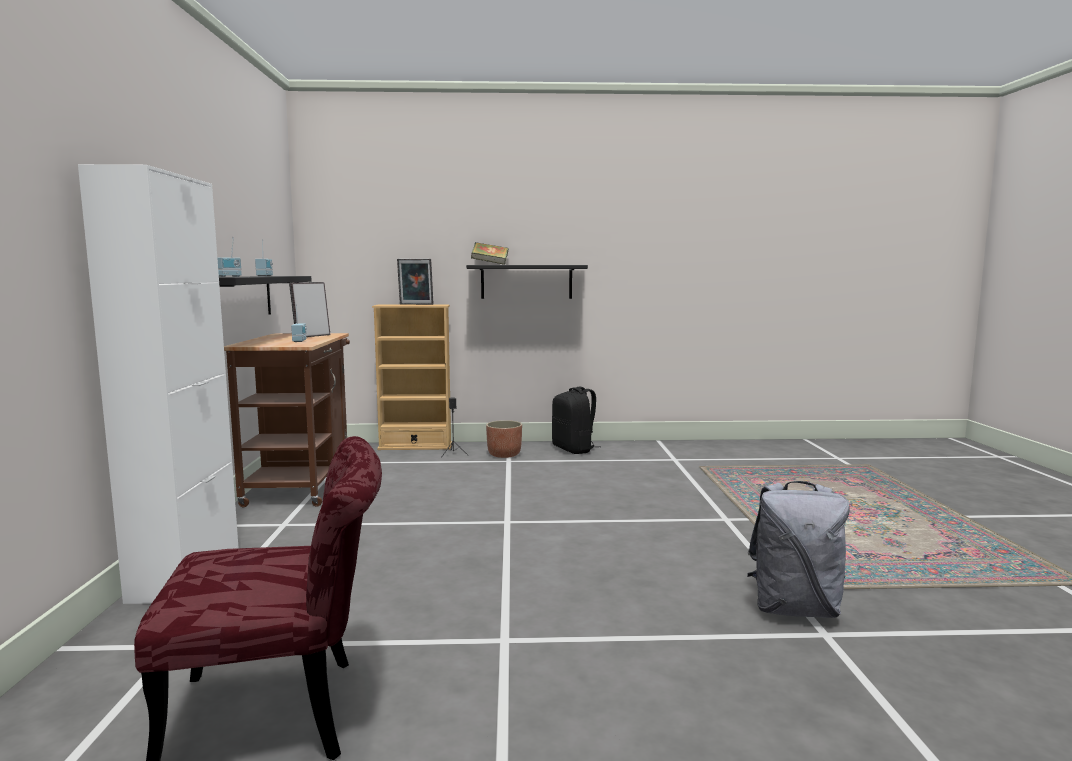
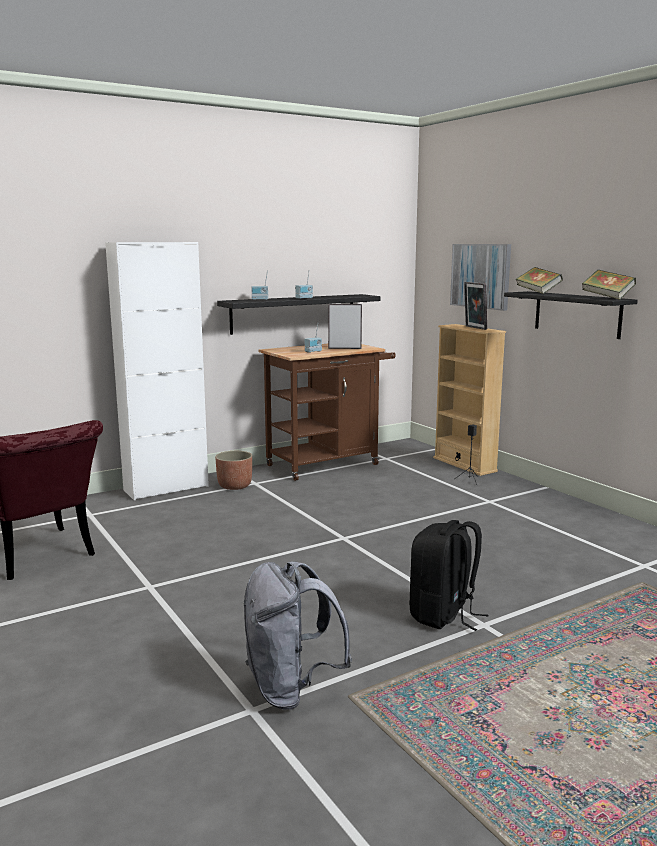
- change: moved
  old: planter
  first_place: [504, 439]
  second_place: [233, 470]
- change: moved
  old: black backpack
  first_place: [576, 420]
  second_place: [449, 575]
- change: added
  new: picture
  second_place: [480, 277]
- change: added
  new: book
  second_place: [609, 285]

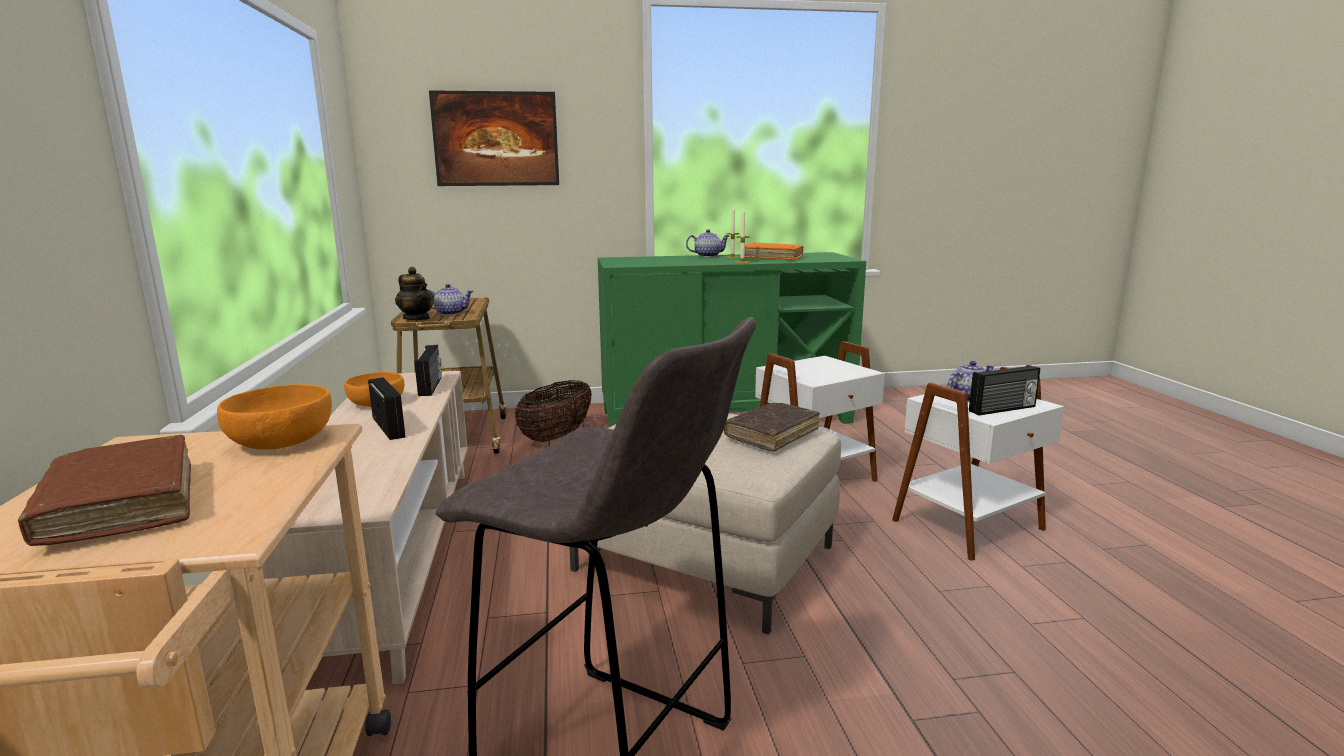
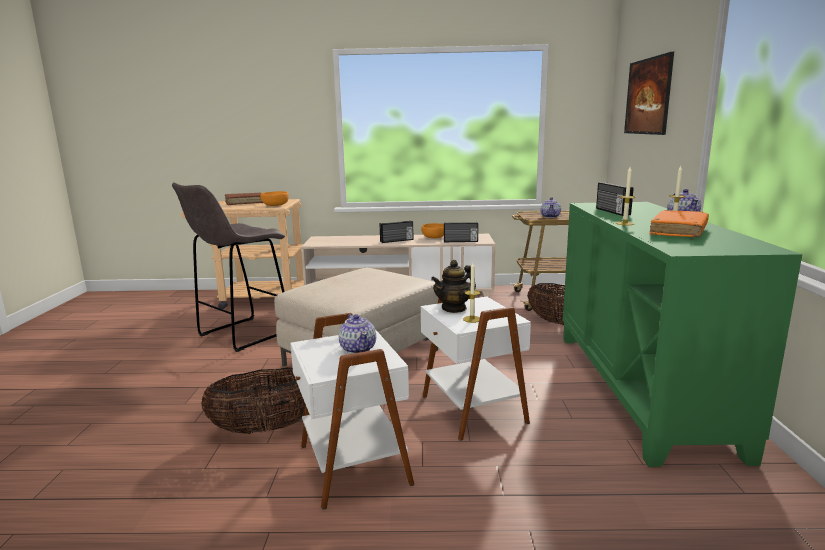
- change: moved
  old: teapot
  first_place: [414, 293]
  second_place: [453, 286]
- change: removed
  old: brown book
  first_place: [772, 427]
- change: moved
  old: radio
  first_place: [1004, 390]
  second_place: [614, 199]
- change: added
  new: basket
  second_place: [253, 400]
- change: added
  new: candle
  second_place: [471, 293]

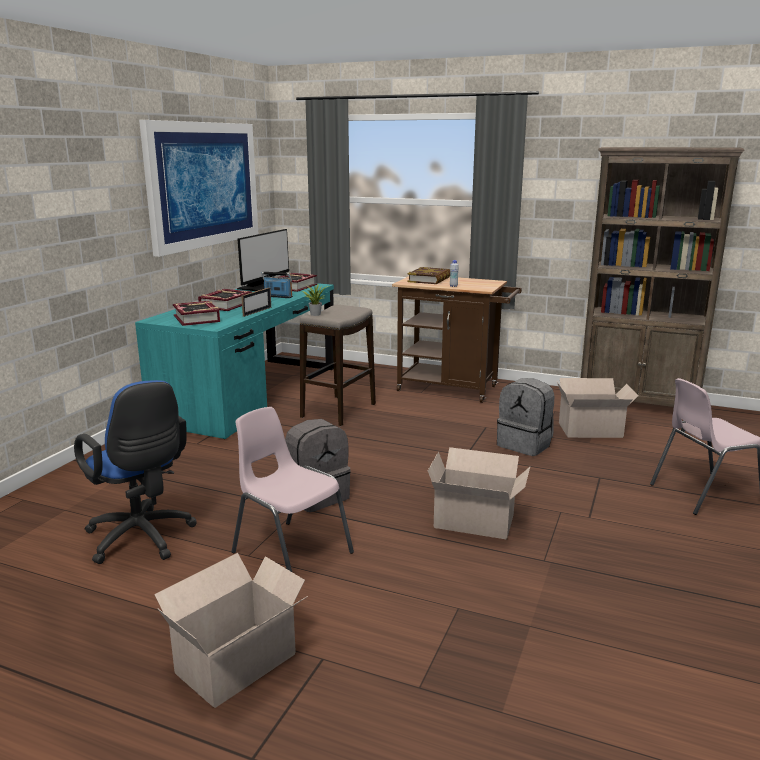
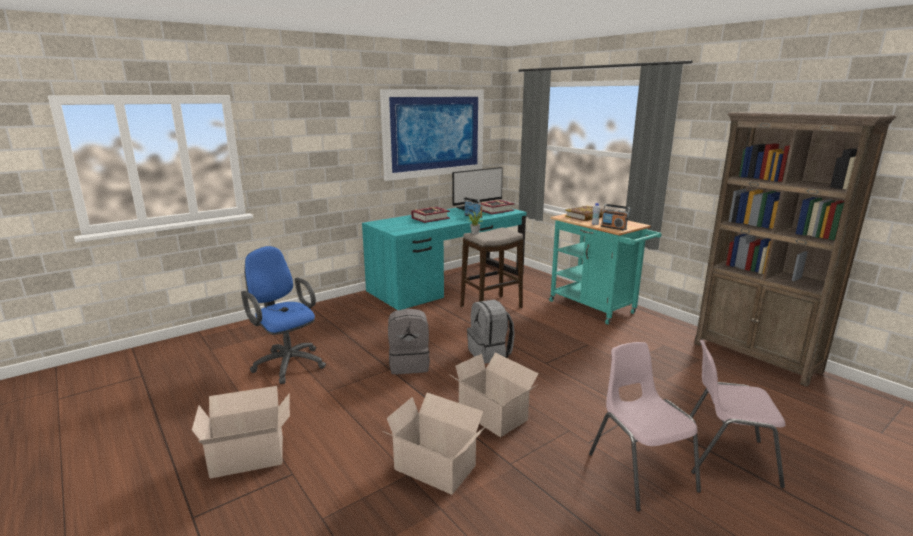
- change: turned
  old: blue office chair
  first_place: [135, 472]
  second_place: [283, 315]
  degrees: 150
- change: removed
  old: book
  first_place: [196, 313]
- change: moved
  old: pink chair
  first_place: [292, 489]
  second_place: [645, 426]
- change: removed
  old: picture frame
  first_place: [256, 302]
- change: recoloured
  old: brown cart
  new: turquoise cart
  first_place: [457, 339]
  second_place: [605, 269]
- change: moved
  old: grey backpack
  first_place: [525, 417]
  second_place: [491, 331]
- change: moved
  old: cardboard box
  first_place: [597, 408]
  second_place: [434, 444]
- change: added
  new: radio
  second_place: [616, 217]

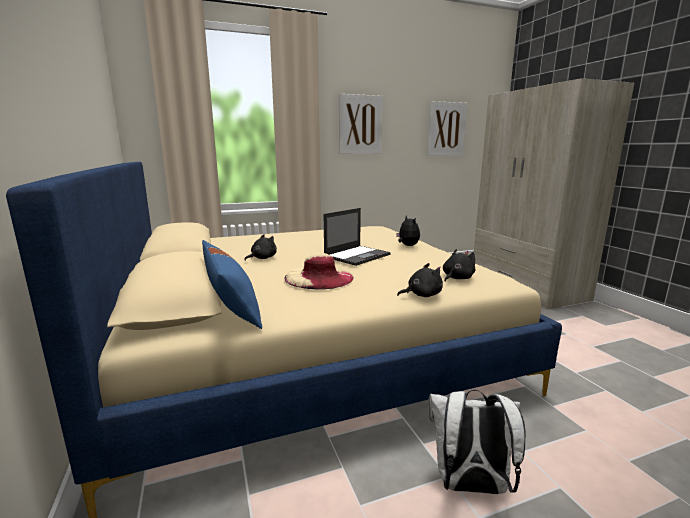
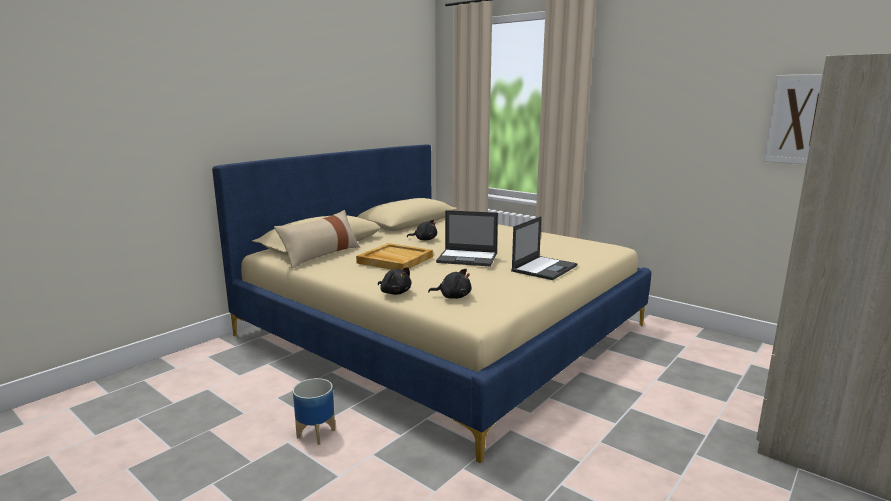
- change: recoloured
  old: blue pillow
  new: beige pillow
  first_place: [232, 284]
  second_place: [317, 239]
- change: replaced
  old: beige hat
  new: beige tray
  first_place: [319, 271]
  second_place: [394, 256]
- change: removed
  old: picture
  first_place: [361, 124]
- change: replaced
  old: plush toy
  new: laptop
  first_place: [408, 230]
  second_place: [544, 248]
- change: replaced
  old: white backpack
  new: planter
  first_place: [477, 442]
  second_place: [314, 411]

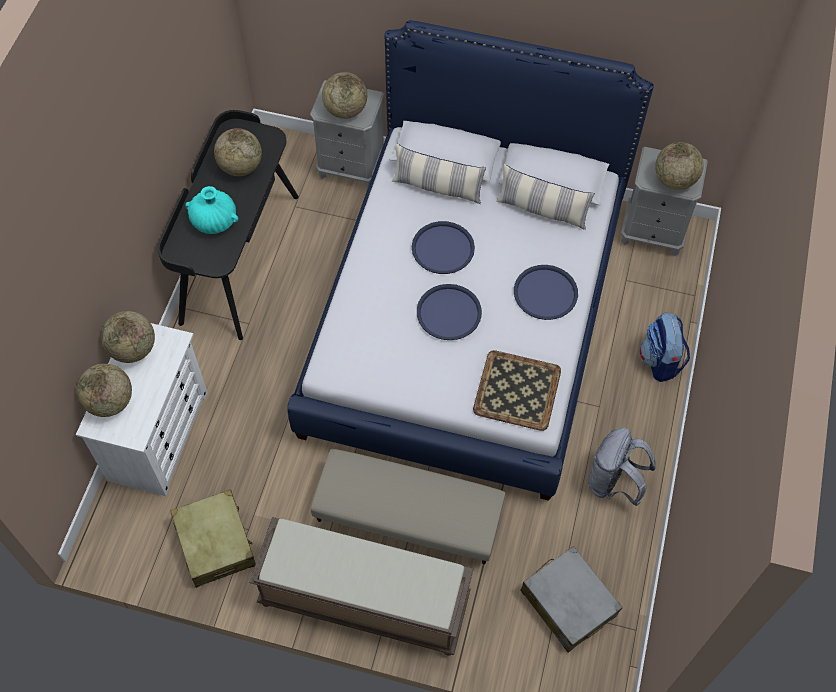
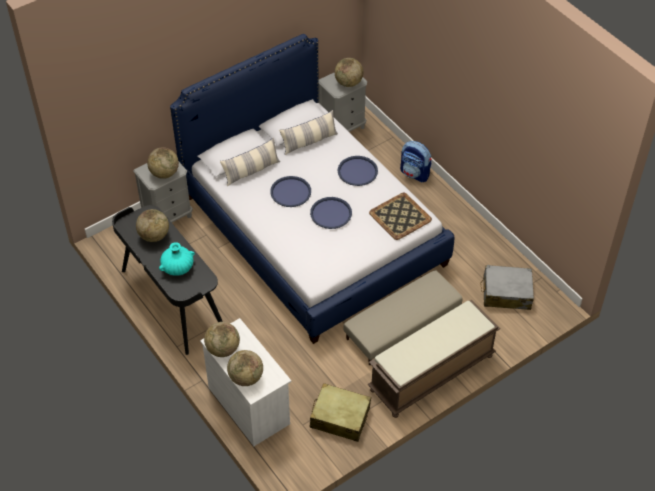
- change: removed
  old: grey backpack
  first_place: [622, 467]

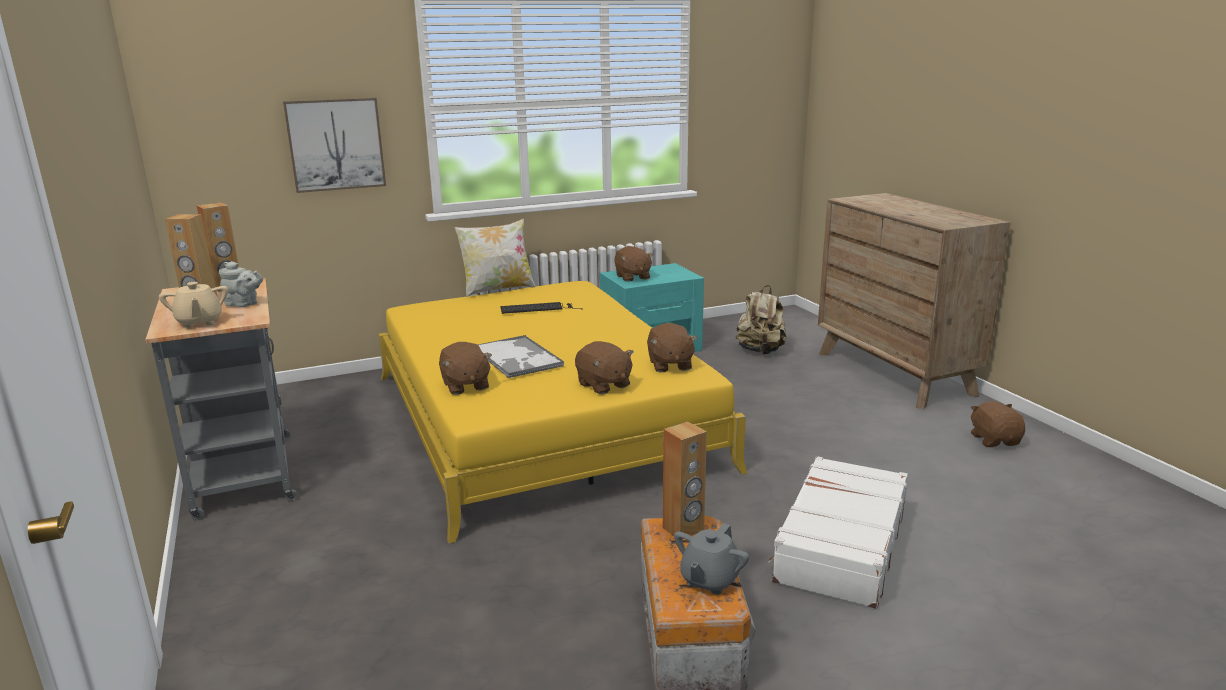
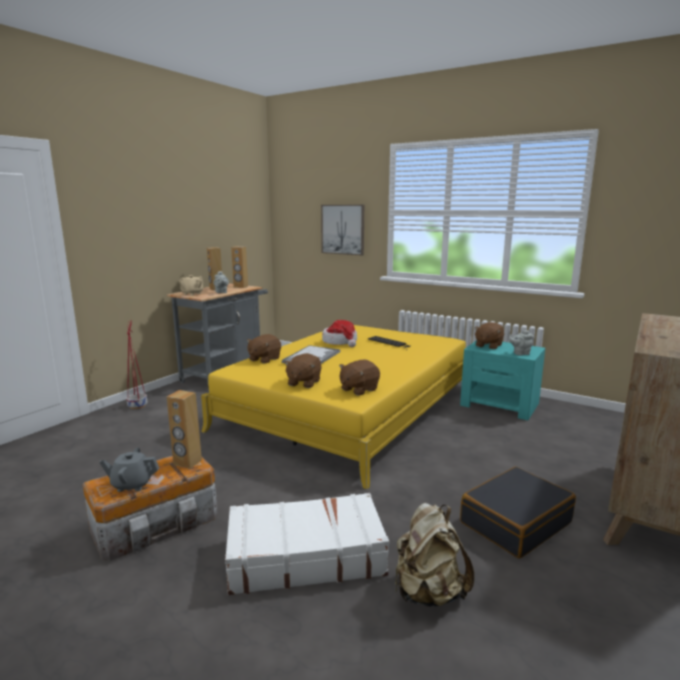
- change: removed
  old: pillow
  first_place: [495, 258]
- change: moved
  old: beige backpack
  first_place: [761, 319]
  second_place: [434, 555]
- change: removed
  old: brown plush toy
  first_place: [997, 424]
- change: added
  new: red planter
  second_place: [136, 364]
- change: added
  new: hat
  second_place: [339, 333]
- change: added
  new: black suitcase
  second_place: [518, 512]
- change: added
  new: grey teapot
  second_place: [521, 343]

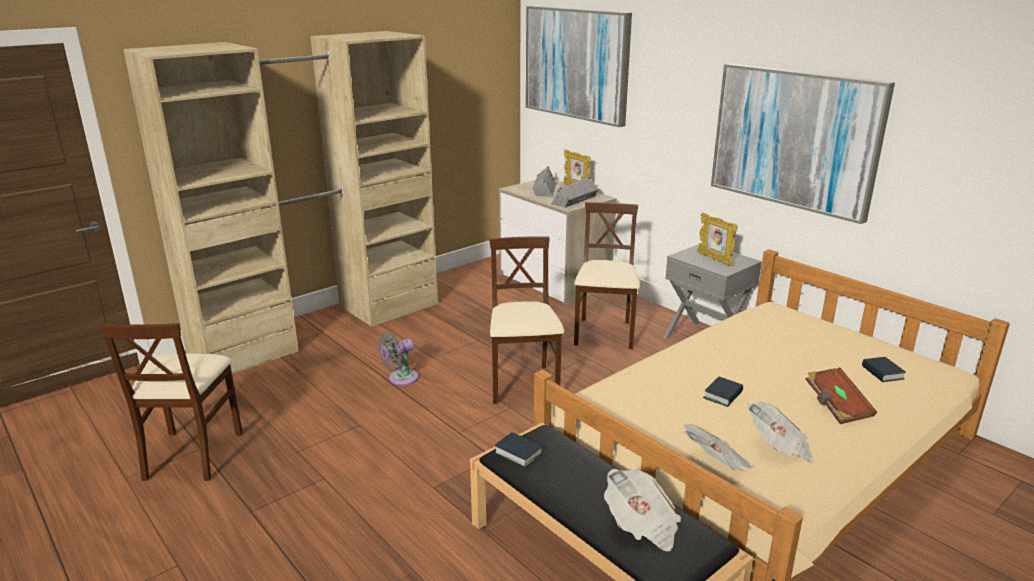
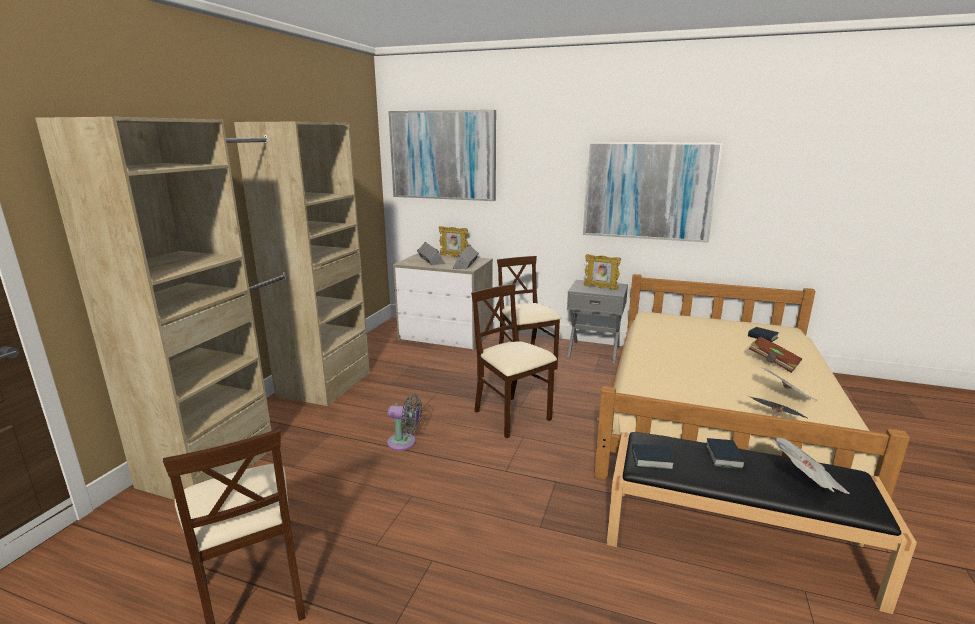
- change: turned
  old: grey fan
  first_place: [398, 359]
  second_place: [404, 422]
  degrees: -105
- change: moved
  old: book
  first_place: [723, 392]
  second_place: [725, 453]

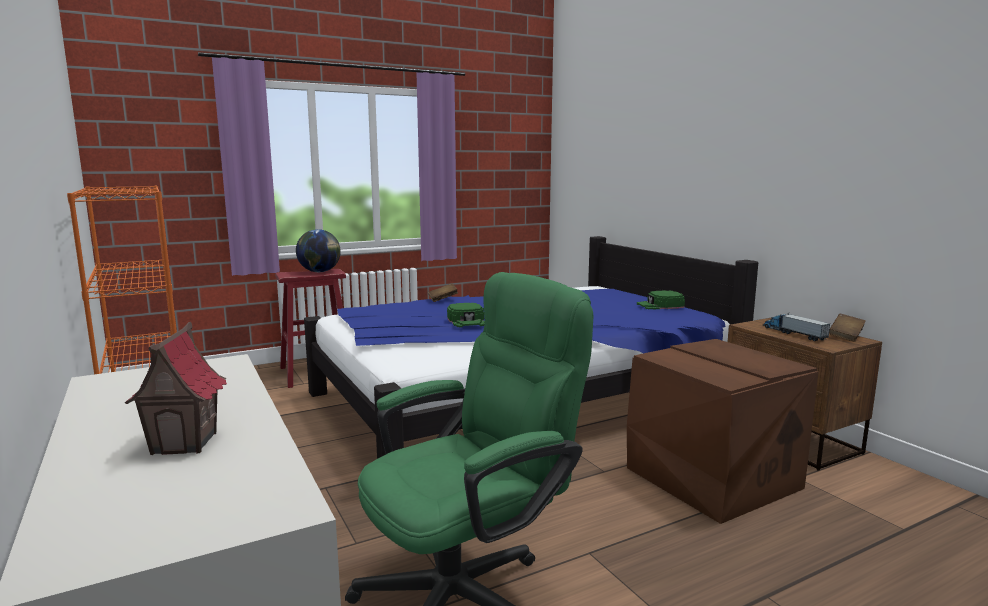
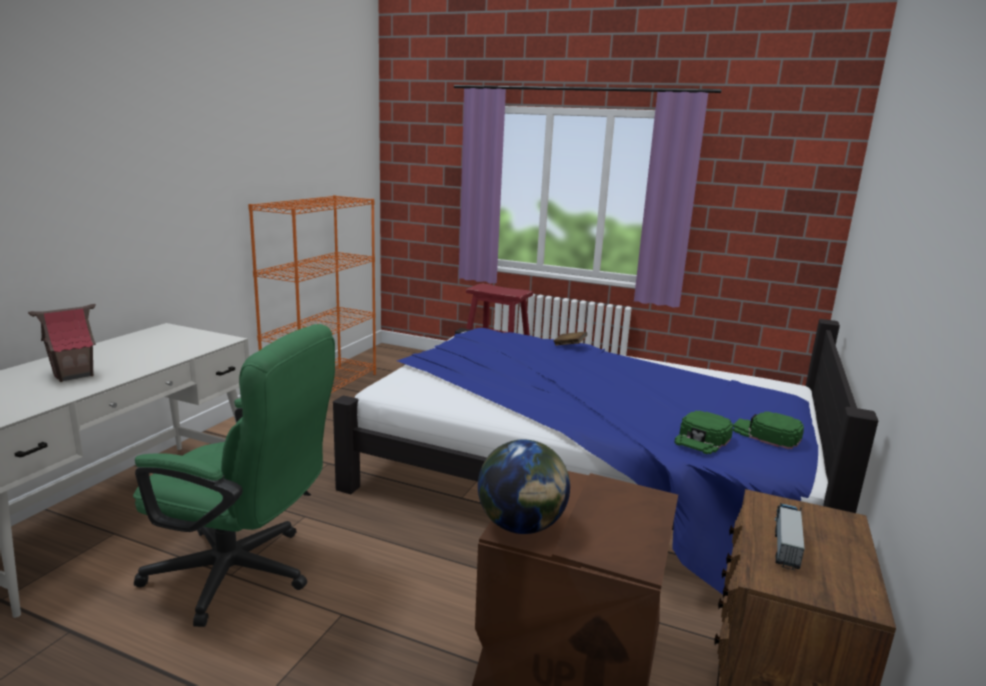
- change: moved
  old: globe
  first_place: [318, 250]
  second_place: [524, 486]
- change: moved
  old: green cap
  first_place: [466, 315]
  second_place: [703, 432]
- change: removed
  old: brown book
  first_place: [847, 328]

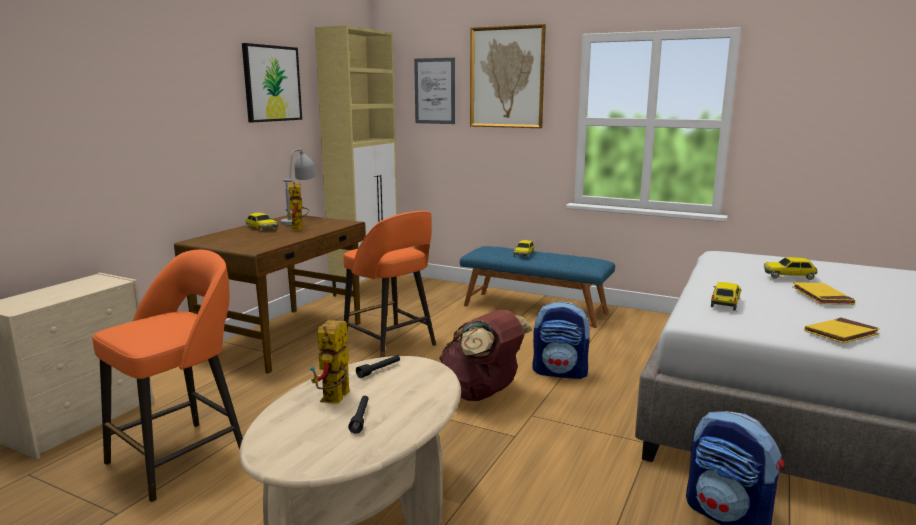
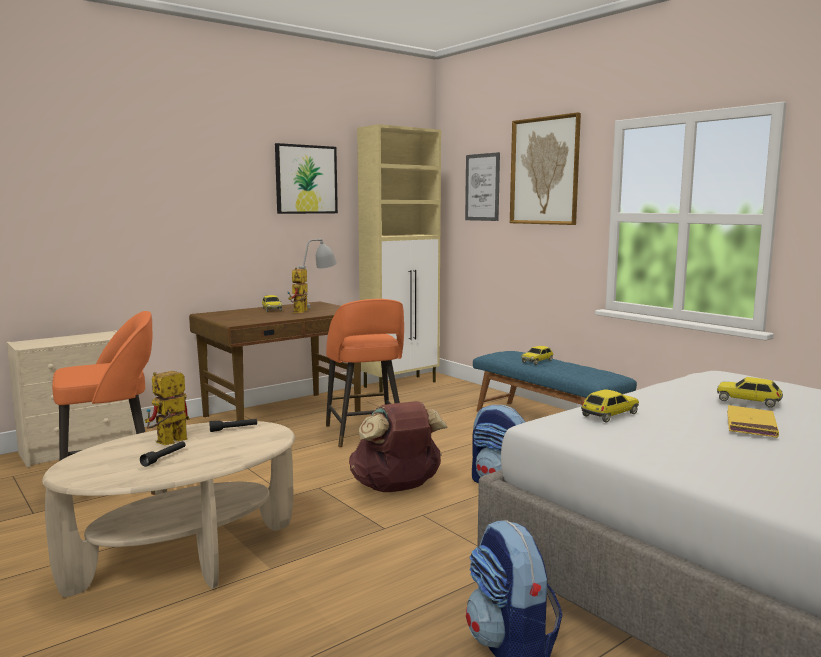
- change: removed
  old: yellow book
  first_place: [842, 330]

